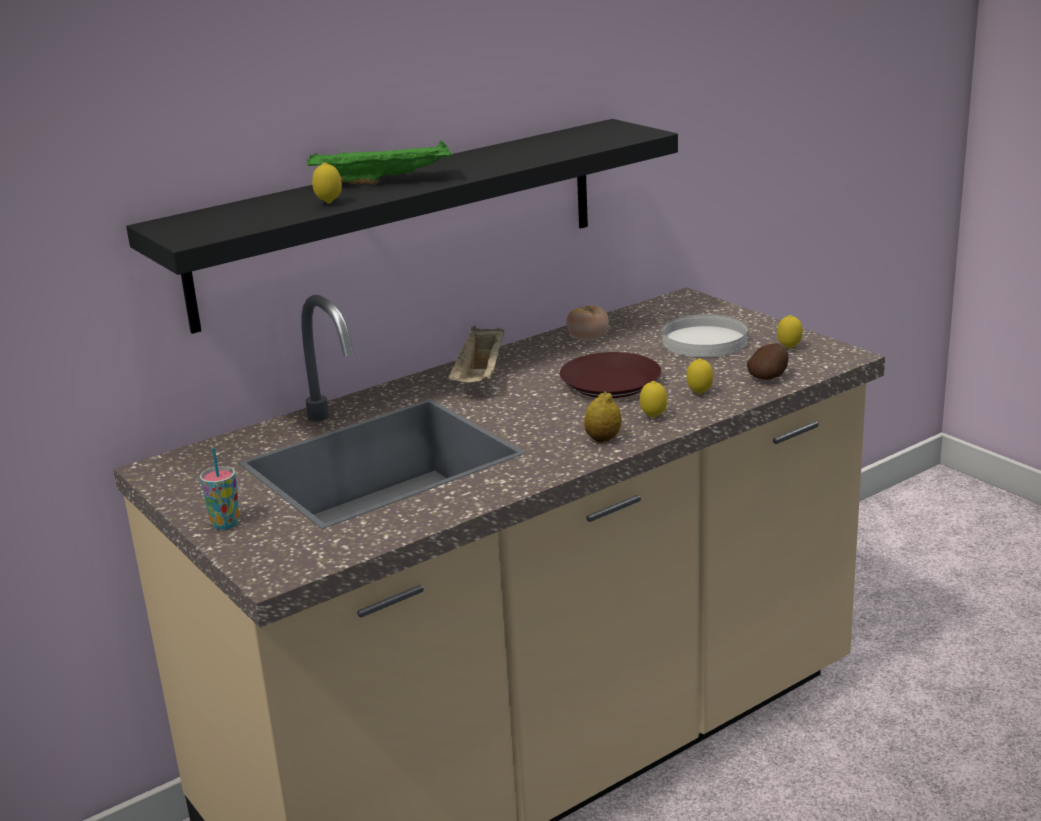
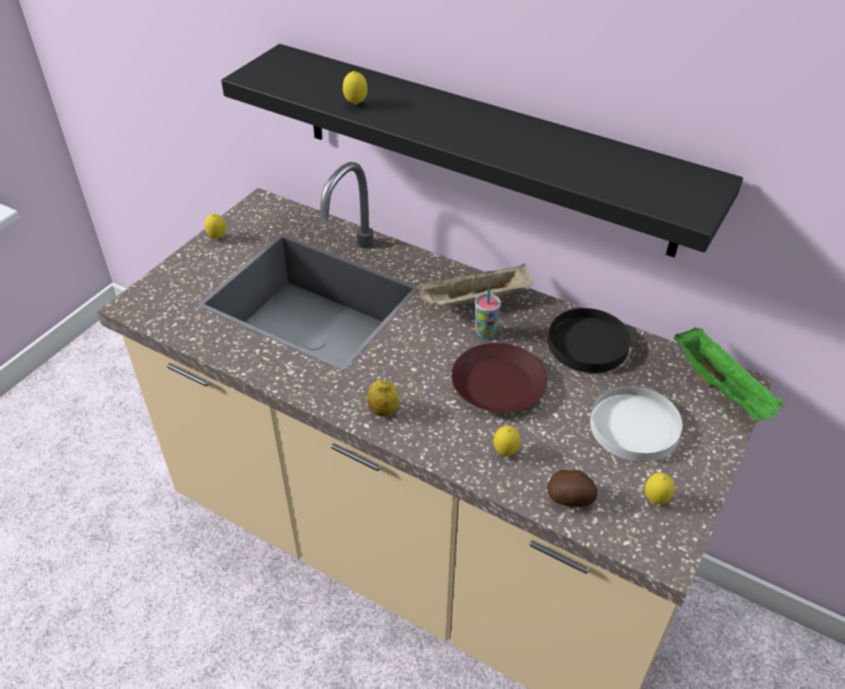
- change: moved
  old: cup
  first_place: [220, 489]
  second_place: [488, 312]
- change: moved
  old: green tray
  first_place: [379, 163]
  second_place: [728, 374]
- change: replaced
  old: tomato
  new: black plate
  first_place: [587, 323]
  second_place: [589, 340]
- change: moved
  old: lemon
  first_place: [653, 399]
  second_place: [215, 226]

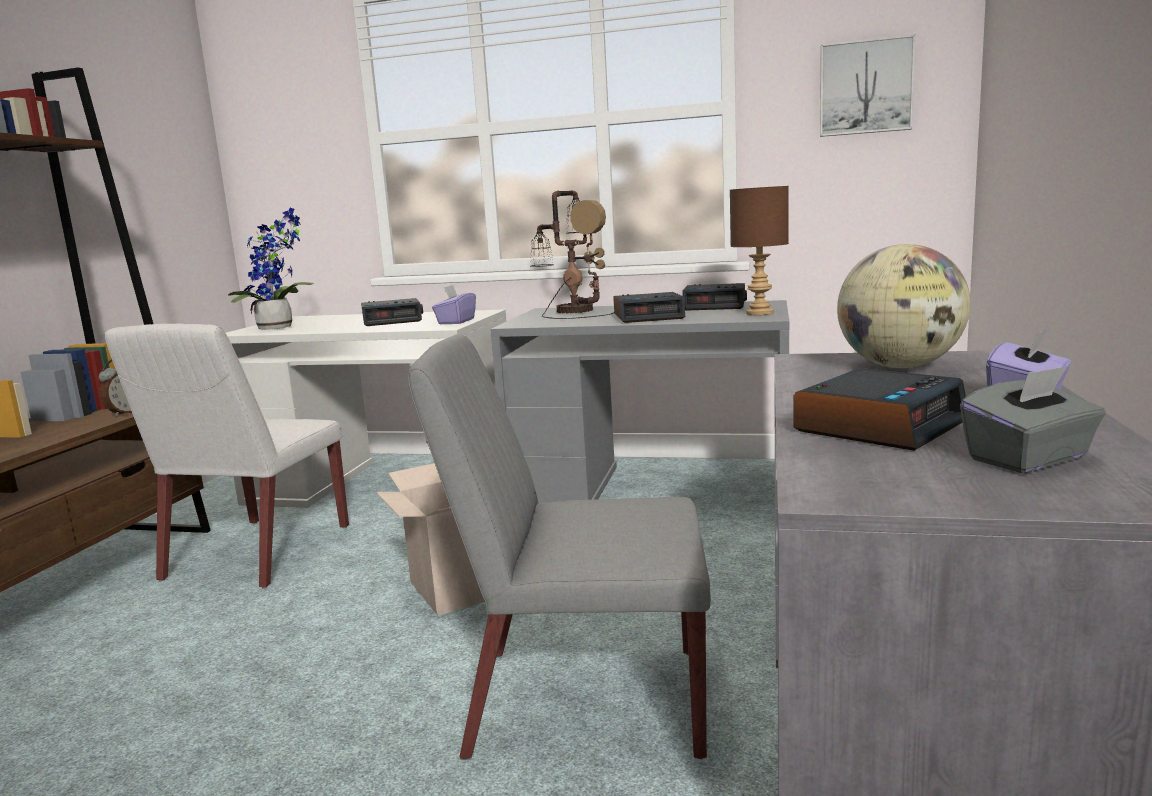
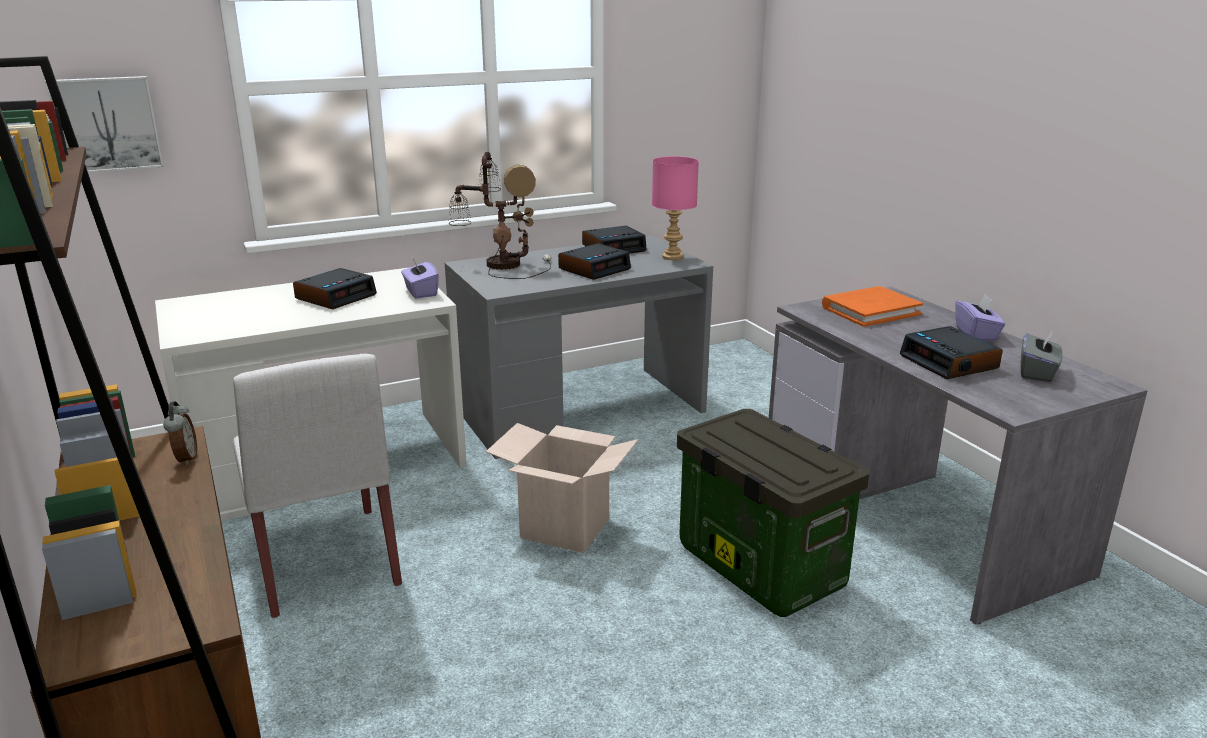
- change: removed
  old: potted plant
  first_place: [271, 269]
- change: replaced
  old: grey chair
  new: storage box
  first_place: [559, 547]
  second_place: [773, 513]
- change: recoloured
  old: brown table lamp
  new: pink table lamp
  first_place: [759, 250]
  second_place: [675, 208]
- change: turned
  old: alarm clock
  first_place: [879, 409]
  second_place: [951, 352]
  degrees: 150
- change: moved
  old: picture
  first_place: [867, 85]
  second_place: [104, 124]
- change: replaced
  old: globe
  new: orange book
  first_place: [904, 306]
  second_place: [872, 306]

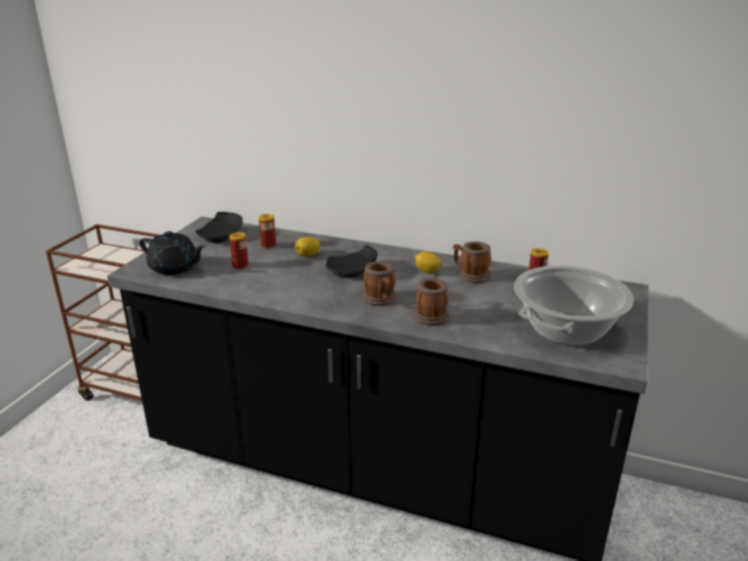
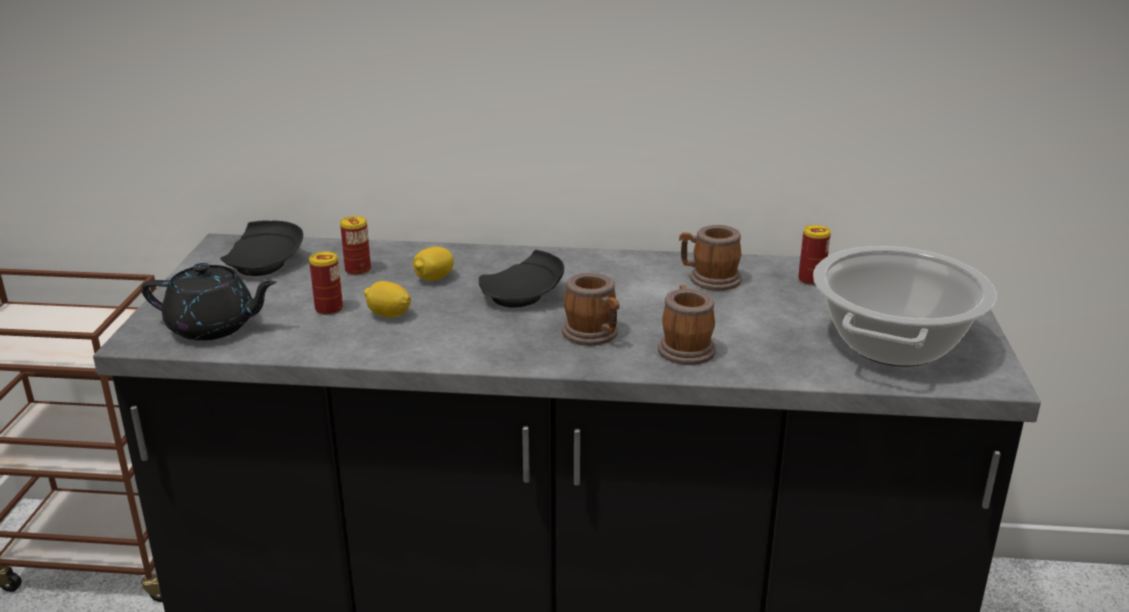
- change: moved
  old: lemon
  first_place: [428, 262]
  second_place: [387, 299]

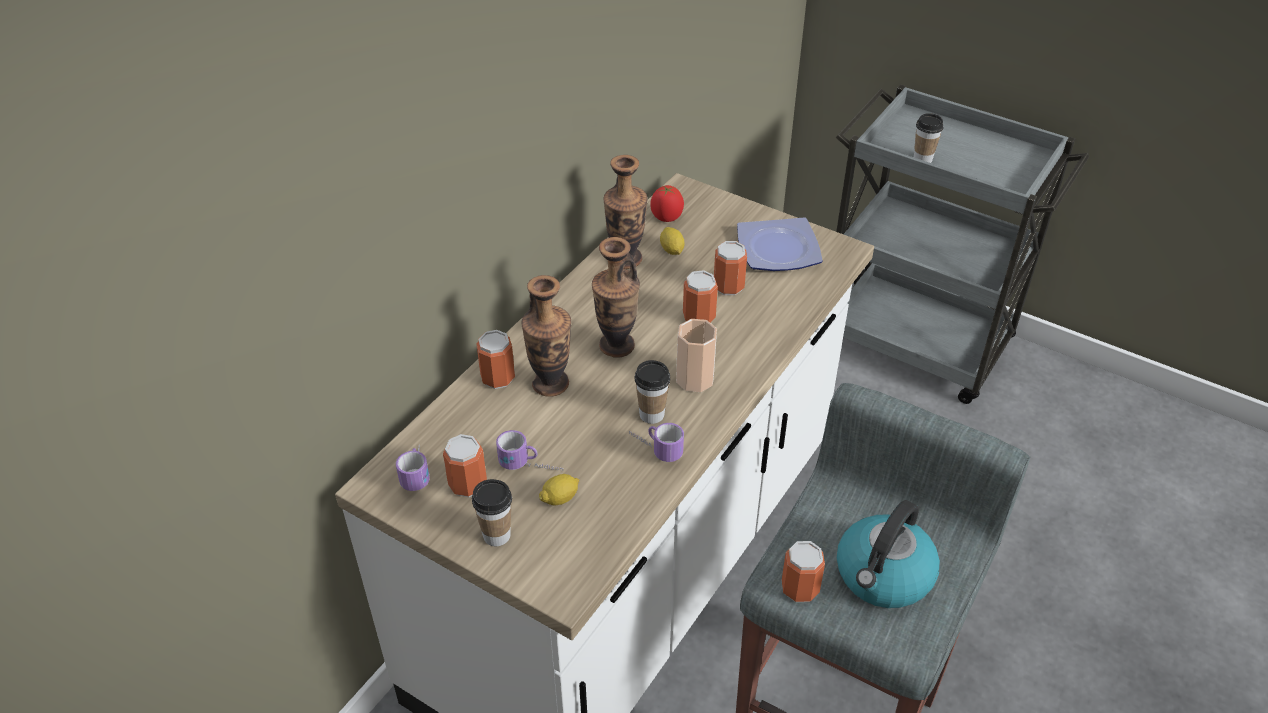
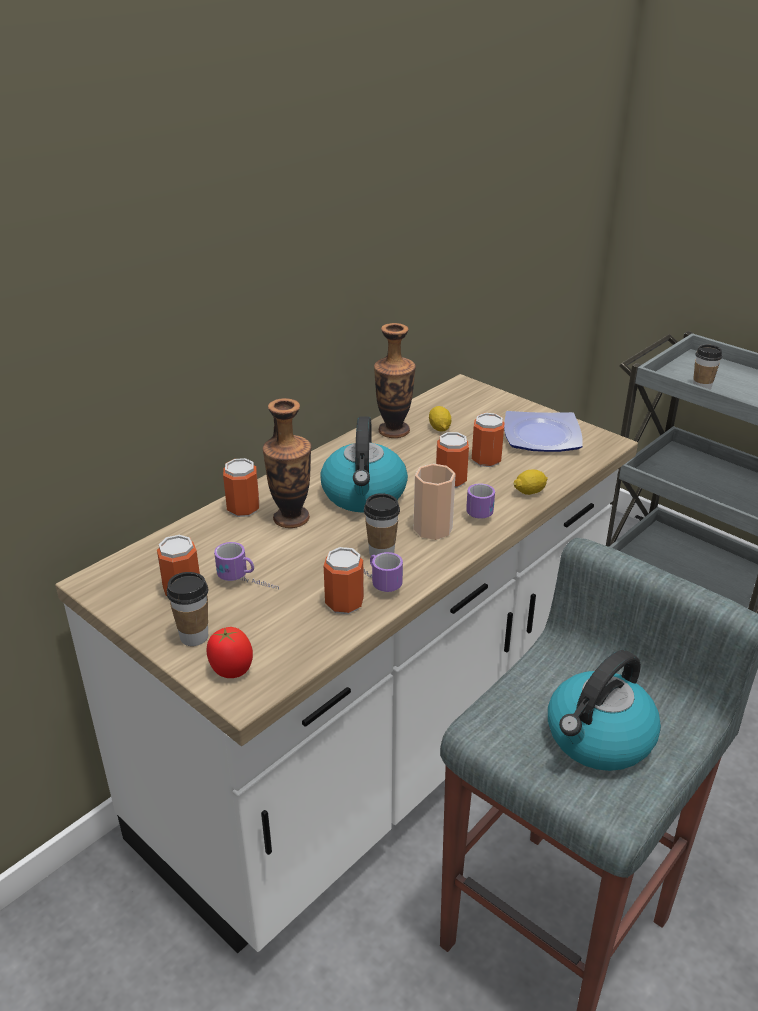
- change: moved
  old: mug
  first_place: [413, 468]
  second_place: [480, 501]
- change: moved
  old: lemon
  first_place: [559, 489]
  second_place: [531, 482]
- change: replaced
  old: vase
  new: kettle
  first_place: [616, 297]
  second_place: [364, 464]
- change: moved
  old: tomato
  first_place: [667, 203]
  second_place: [229, 652]
- change: moved
  old: can
  first_place: [803, 571]
  second_place: [344, 580]

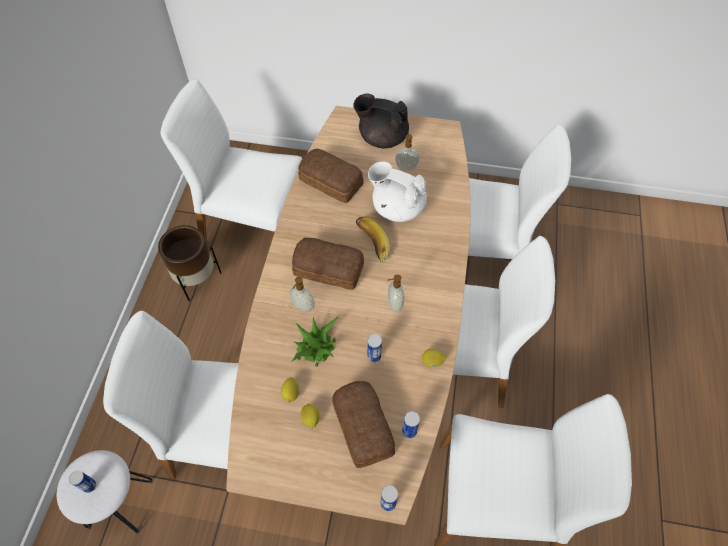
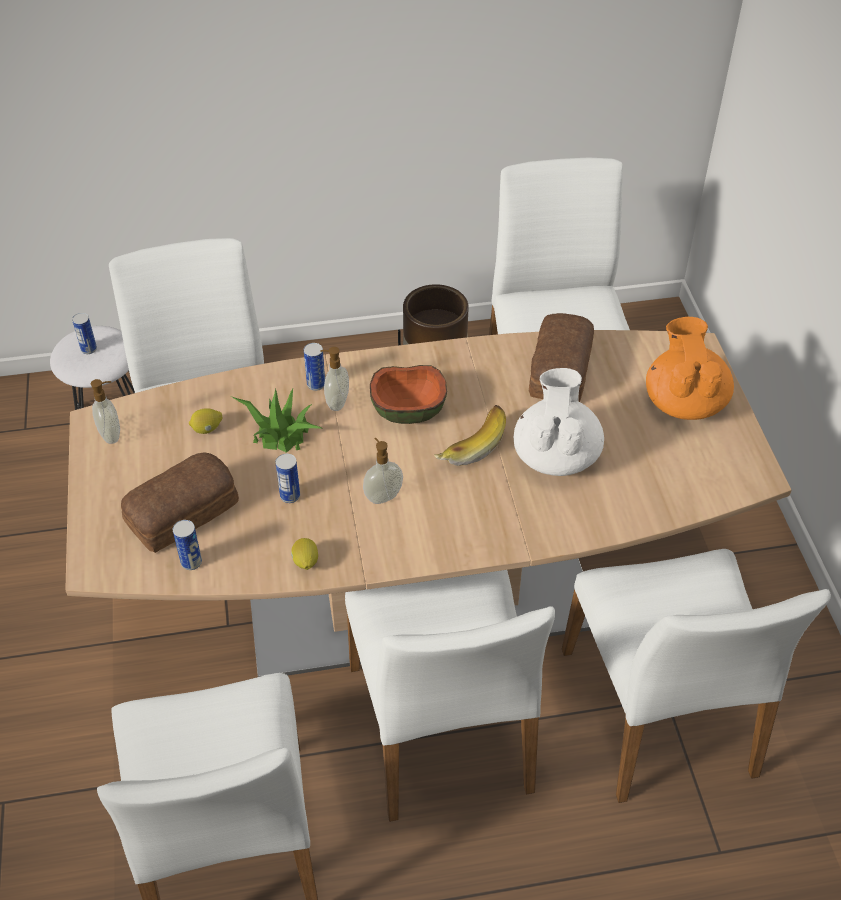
- change: replaced
  old: bread
  new: bowl
  first_place: [328, 264]
  second_place: [408, 394]
- change: removed
  old: lemon
  first_place: [309, 415]
- change: recoloured
  old: black teapot
  new: orange teapot
  first_place: [381, 121]
  second_place: [690, 368]
- change: moved
  old: can
  first_place: [389, 498]
  second_place: [314, 367]
- change: moved
  old: soap dispenser
  first_place: [407, 151]
  second_place: [105, 411]

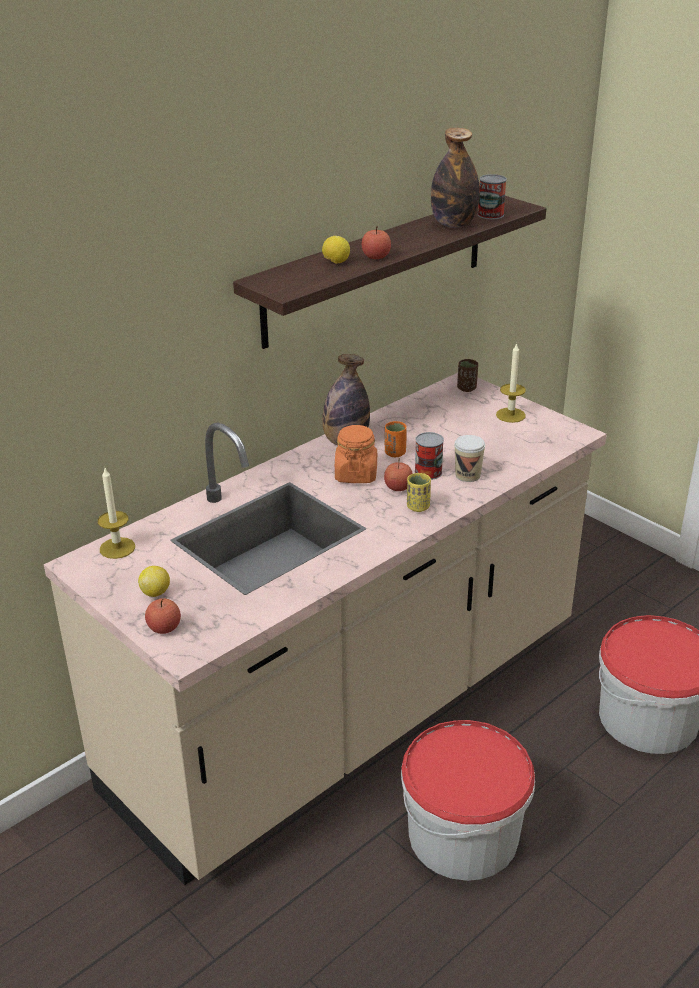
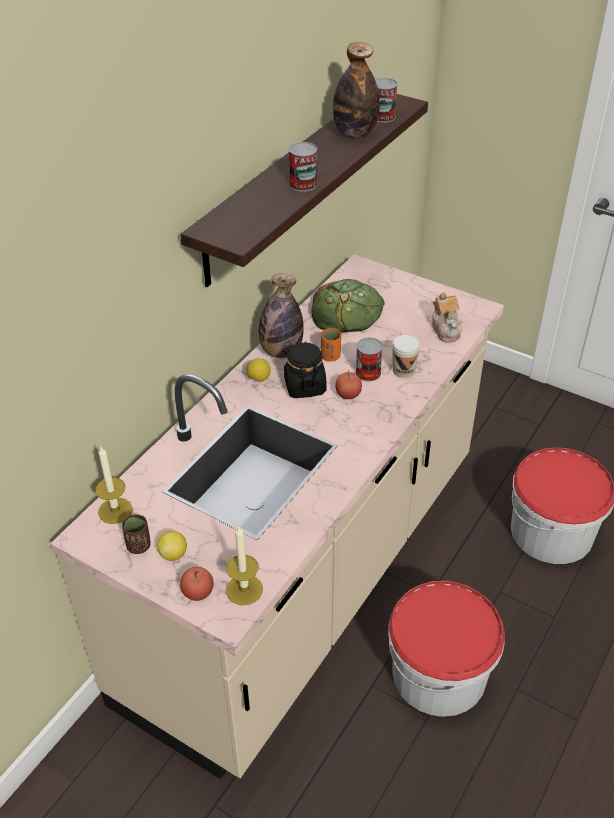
- change: moved
  old: lemon
  first_place: [336, 250]
  second_place: [258, 370]
- change: recoloured
  old: orange jar
  new: black jar
  first_place: [356, 454]
  second_place: [305, 370]
- change: replaced
  old: apple
  new: can
  first_place: [376, 242]
  second_place: [303, 167]
- change: removed
  old: yellow cup
  first_place: [419, 492]
- change: moved
  old: brown cup
  first_place: [467, 375]
  second_place: [136, 534]
- change: moved
  old: candle
  first_place: [511, 383]
  second_place: [244, 565]
- change: added
  new: bread
  second_place: [348, 306]
- change: added
  new: teapot
  second_place: [447, 317]

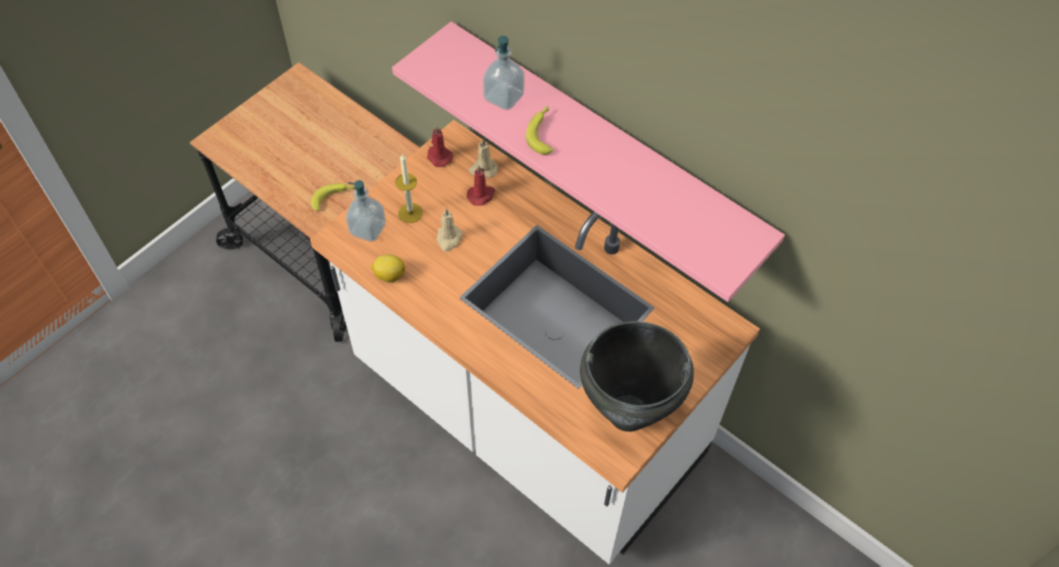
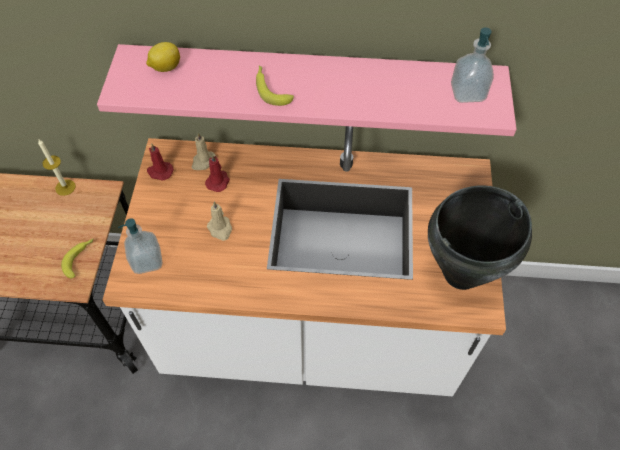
- change: moved
  old: lemon
  first_place: [388, 268]
  second_place: [163, 57]
- change: moved
  old: candle
  first_place: [409, 188]
  second_place: [57, 168]
- change: moved
  old: soap dispenser
  first_place: [504, 73]
  second_place: [472, 65]

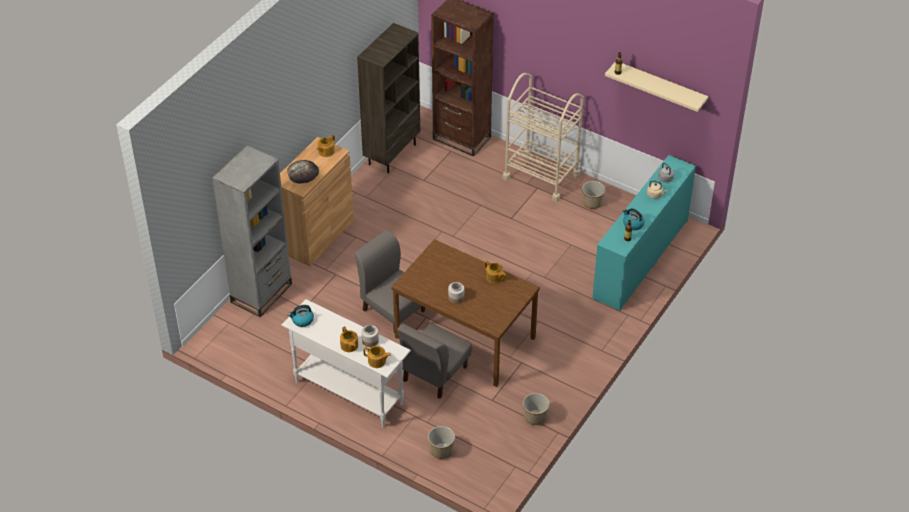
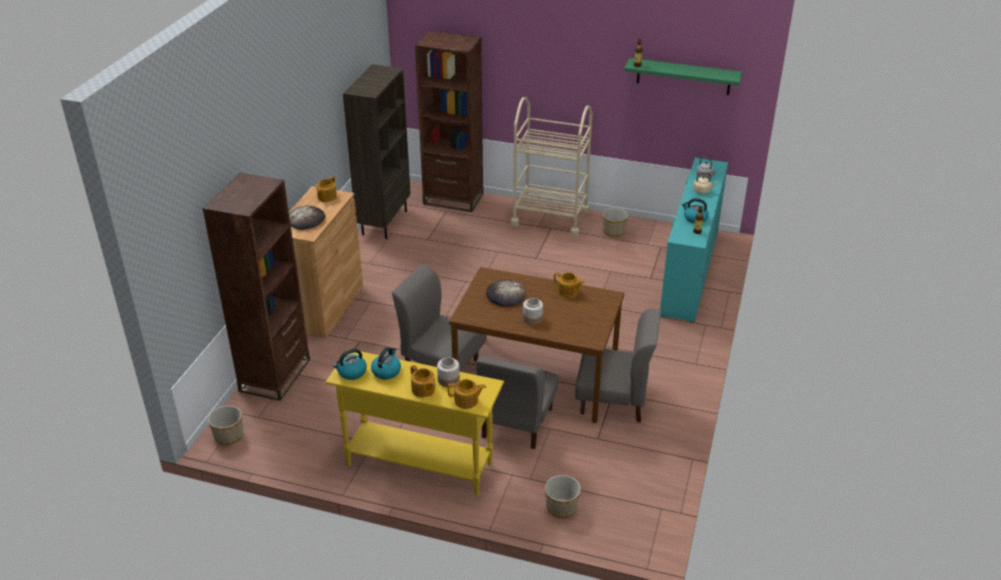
- change: recoloured
  old: grey bookcase
  new: brown bookcase
  first_place: [252, 231]
  second_place: [256, 287]
- change: recoloured
  old: white console table
  new: yellow console table
  first_place: [346, 363]
  second_place: [414, 422]
- change: moved
  old: planter
  first_place: [536, 409]
  second_place: [225, 425]
- change: recoloured
  old: beige shelf
  new: green shelf
  first_place: [656, 86]
  second_place: [683, 76]
- change: added
  new: kettle
  second_place: [386, 363]
- change: added
  new: bread
  second_place: [506, 293]
- change: added
  new: grey chair
  second_place: [618, 366]

